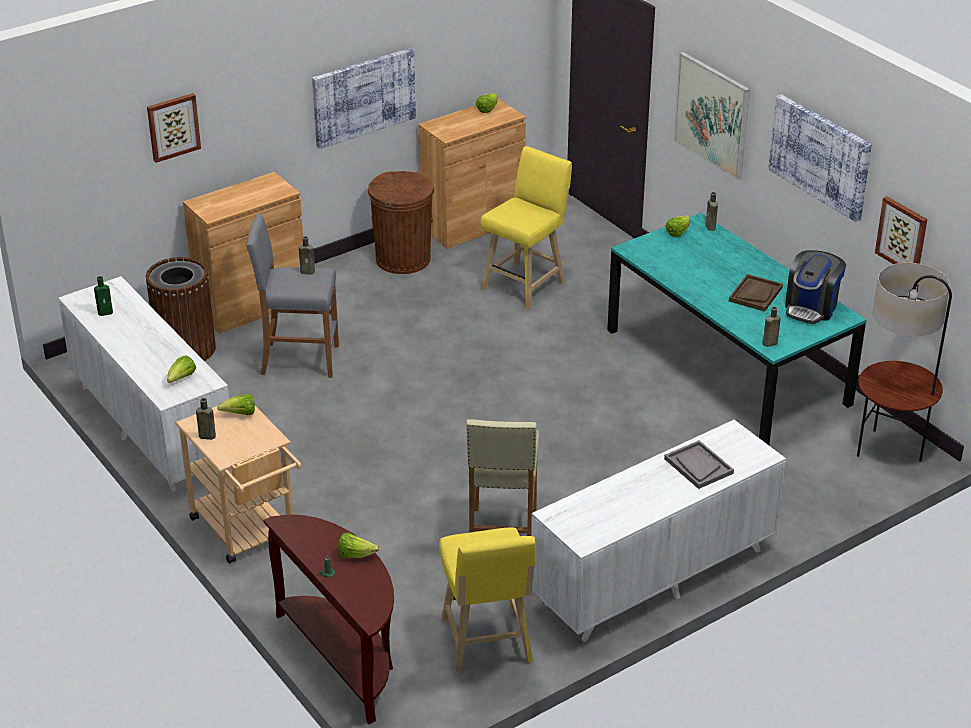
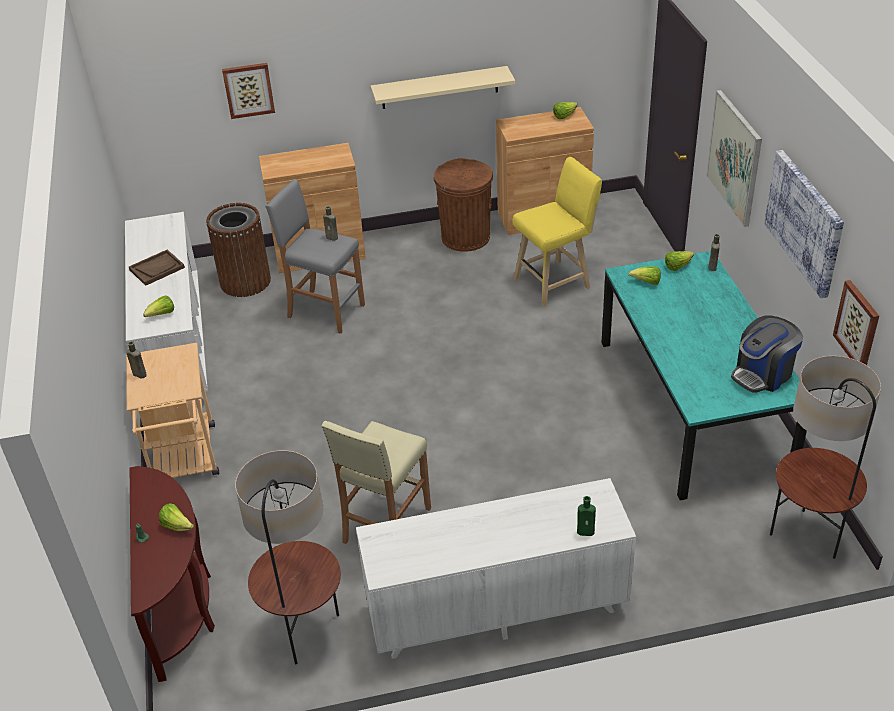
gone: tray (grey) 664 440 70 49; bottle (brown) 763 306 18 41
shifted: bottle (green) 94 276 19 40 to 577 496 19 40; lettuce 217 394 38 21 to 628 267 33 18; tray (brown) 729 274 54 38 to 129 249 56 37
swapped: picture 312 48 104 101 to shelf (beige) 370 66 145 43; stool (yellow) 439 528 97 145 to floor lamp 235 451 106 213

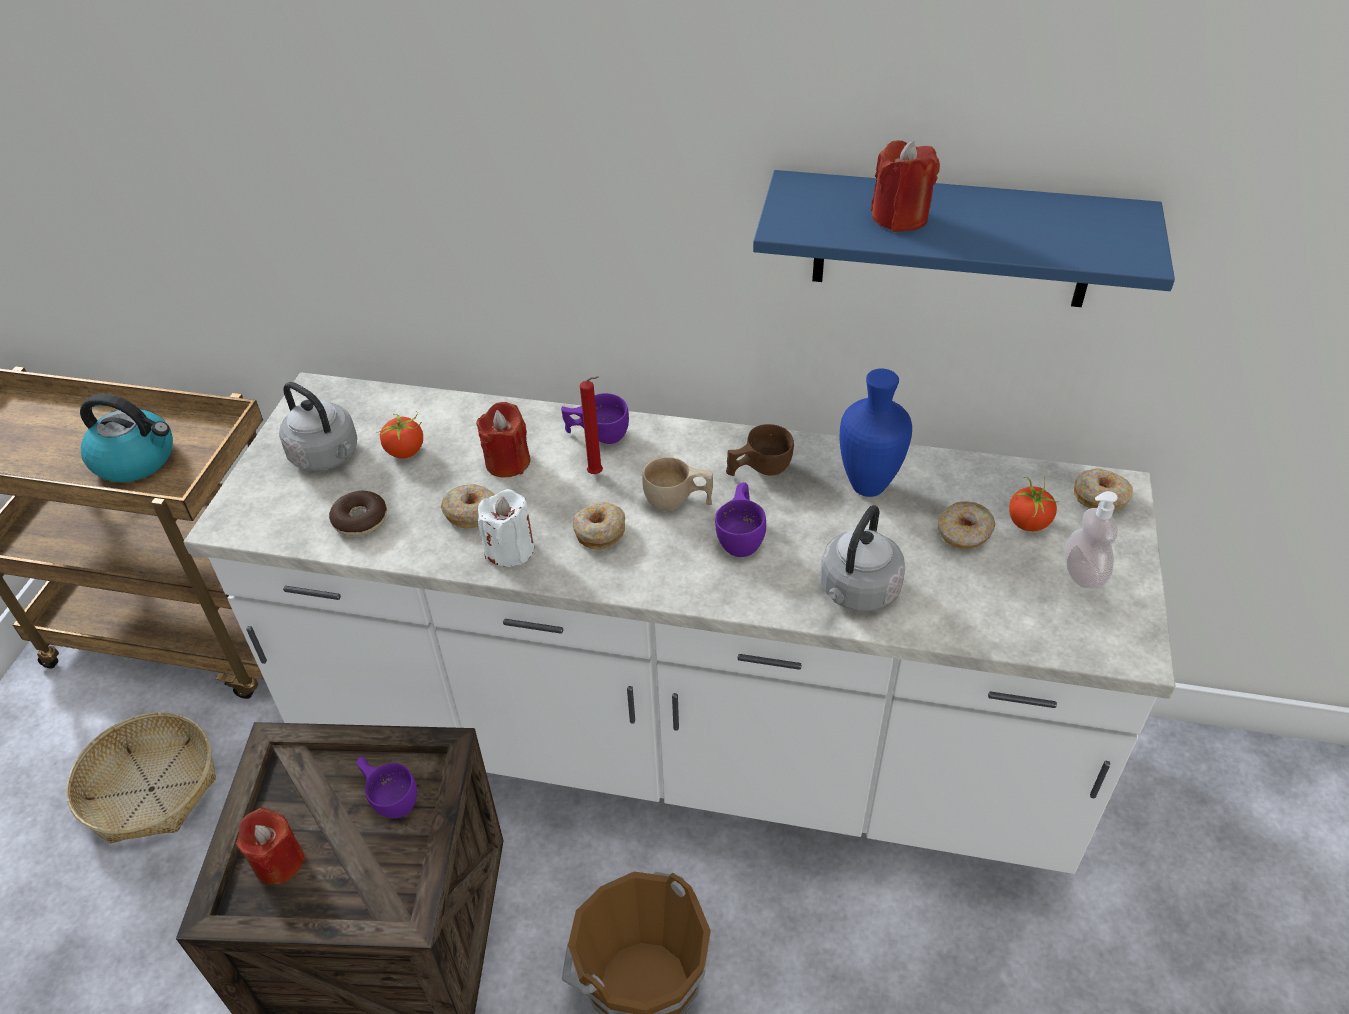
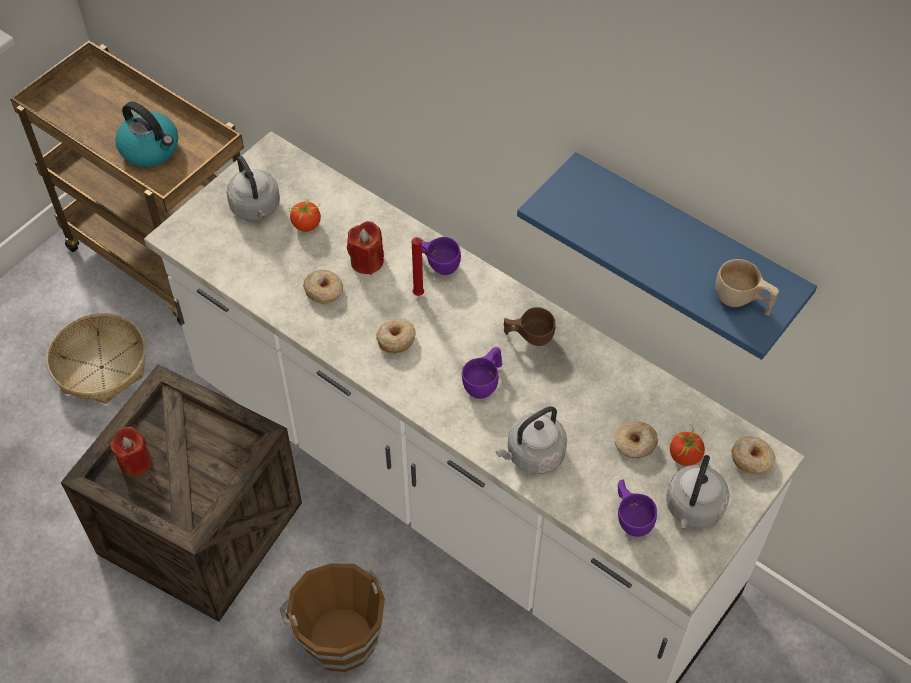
gone: donut 329 491 58 45; candle (white) 478 489 56 78; vase (blue) 840 368 72 129; candle (red) 871 141 69 91
shifted: cup (purple) 357 756 60 62 to 618 480 39 57; cup (beige) 642 457 71 54 to 716 259 63 57
swapped: soap dispenser 1065 491 53 98 to kettle (grey) 666 455 63 73

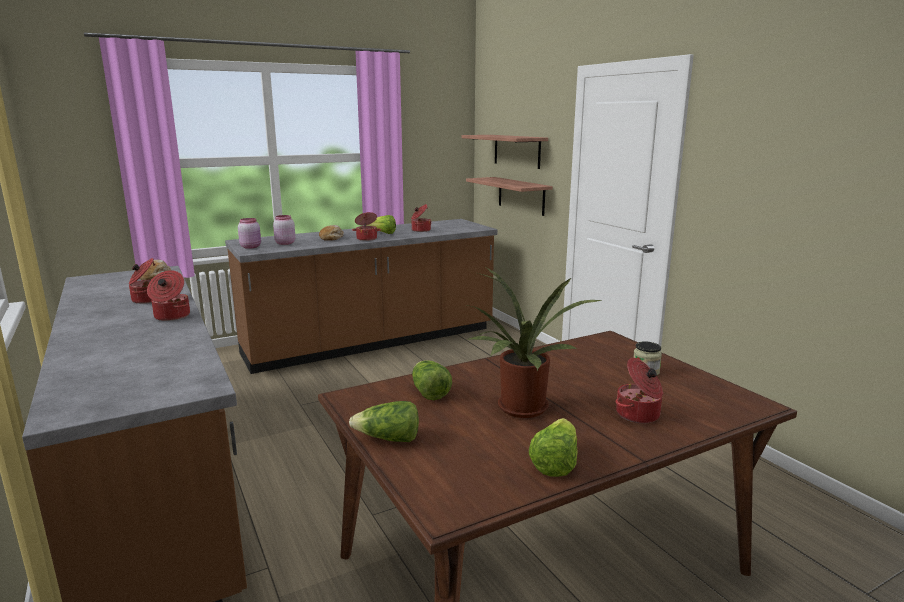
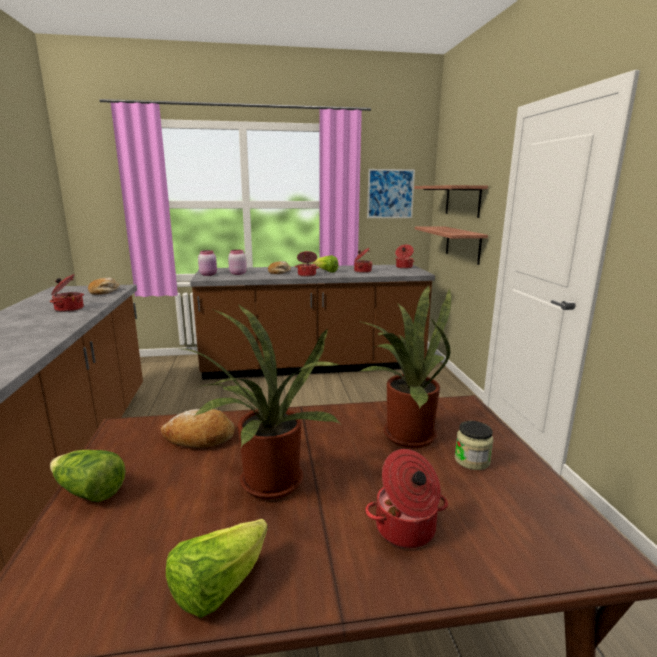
new: potted plant 358 286 93 162; picture 367 169 48 49
shifted: cooking pot 147 270 43 51 to 395 245 19 24
swapped: lettuce 412 361 40 39 to bread 161 409 74 39

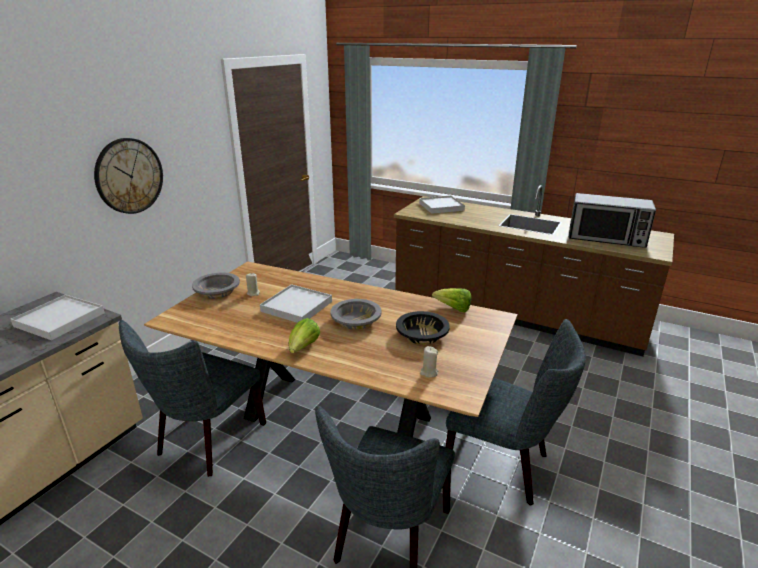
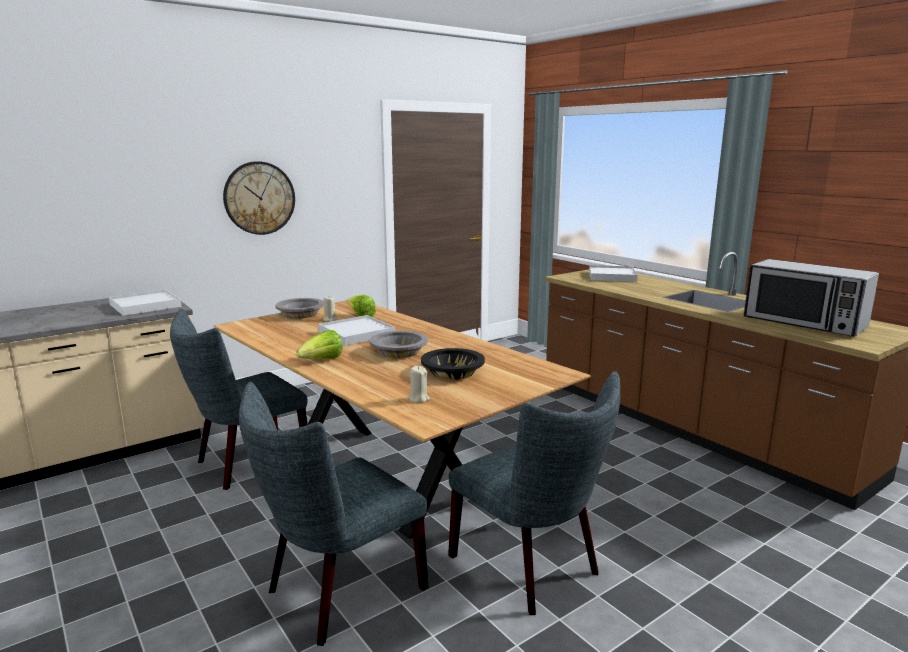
shifted: lettuce 432 288 39 24 to 346 295 30 22

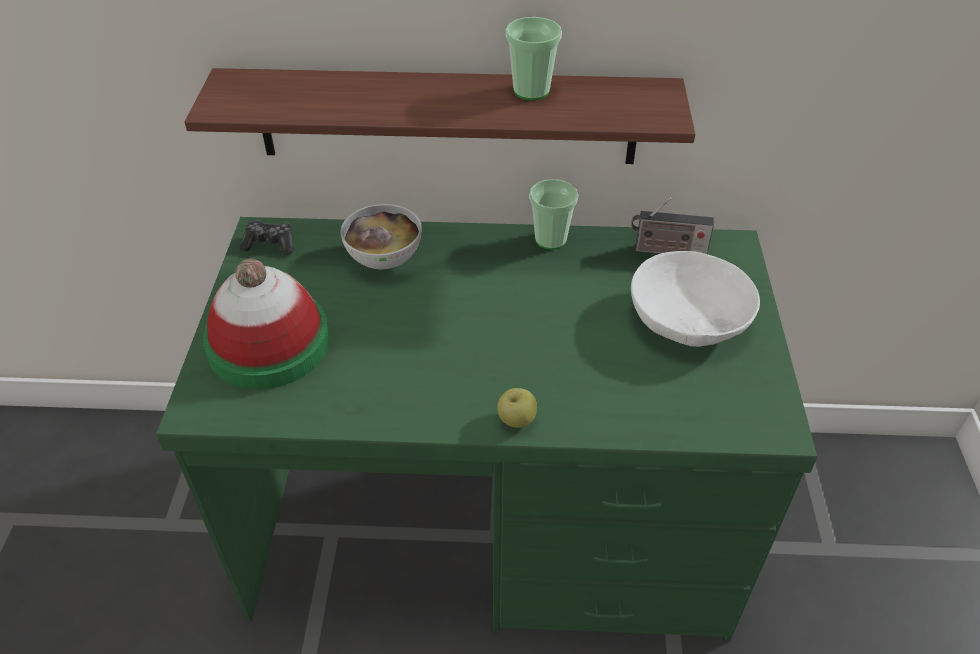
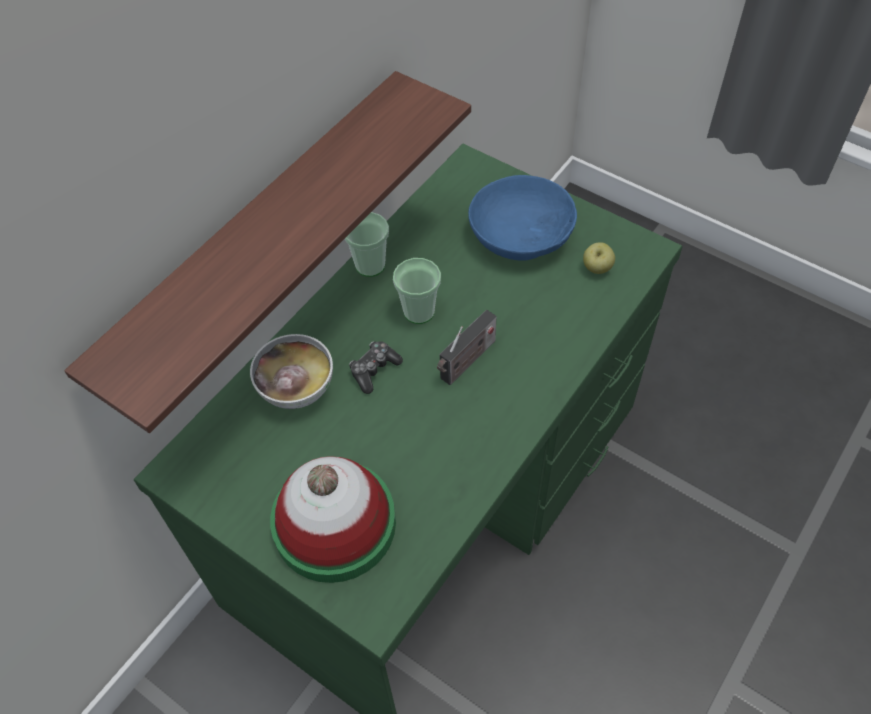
shifted: game controller 240 220 53 35 to 349 341 54 53; apple 497 388 40 40 to 583 242 32 32; cup 506 17 56 83 to 393 258 48 66; radio 631 198 83 56 to 437 310 60 75
repainted: bowl (white) 631 251 129 96 to bowl (blue) 468 175 109 86

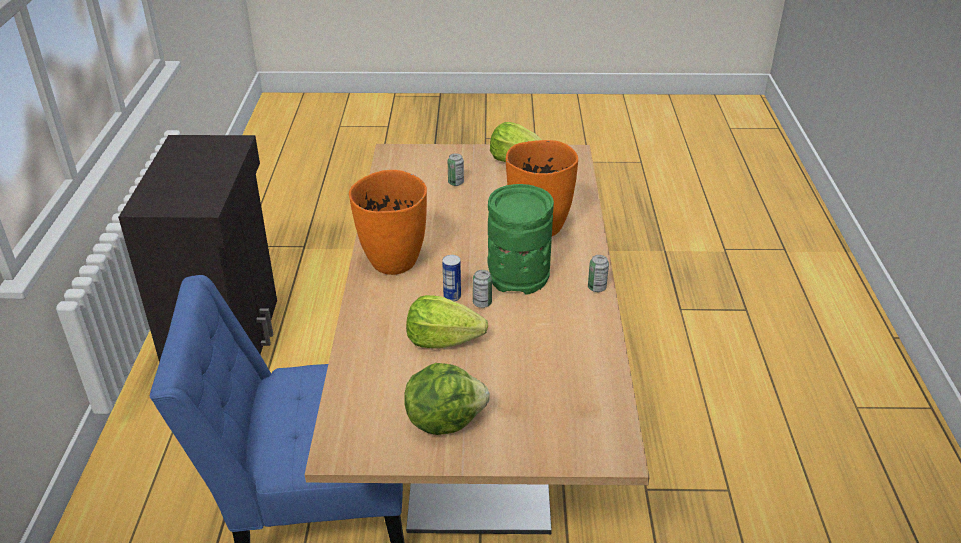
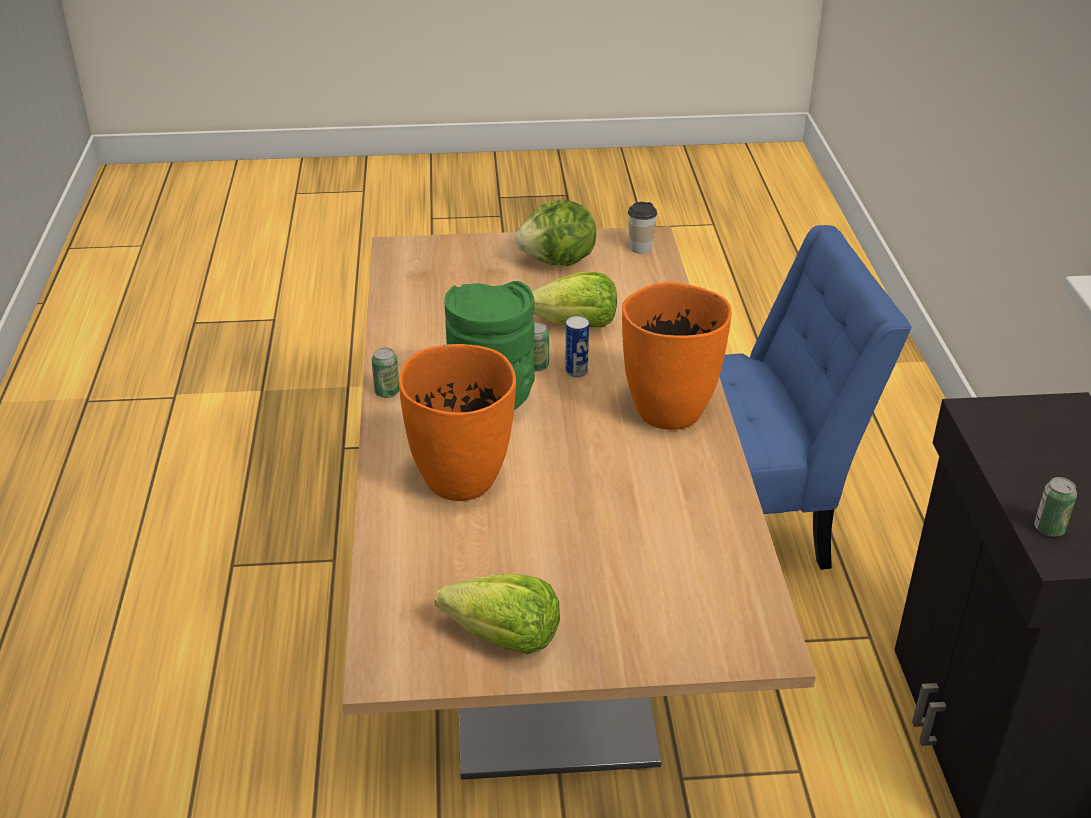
new: cup 628 202 29 52
shifted: can 448 153 16 33 to 1034 477 43 60

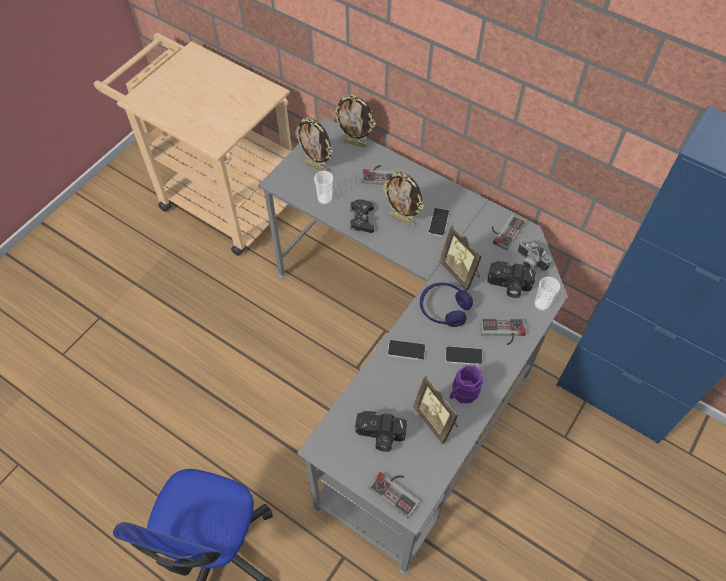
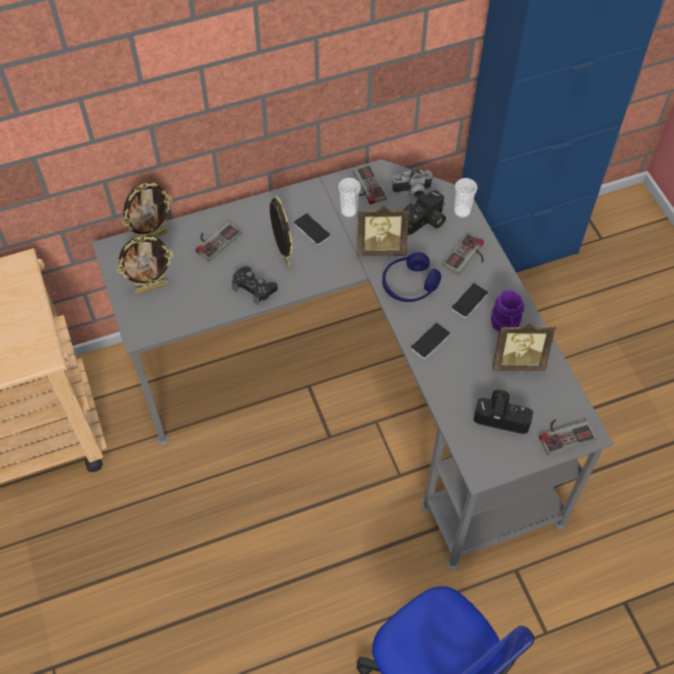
shifted: cup 314 171 19 34 to 338 178 23 40
rotated: photo camera 355 411 52 41 = 473 390 60 44 120 degrees counterclockwise; picture frame 382 172 42 54 = 270 196 23 71 90 degrees counterclockwise

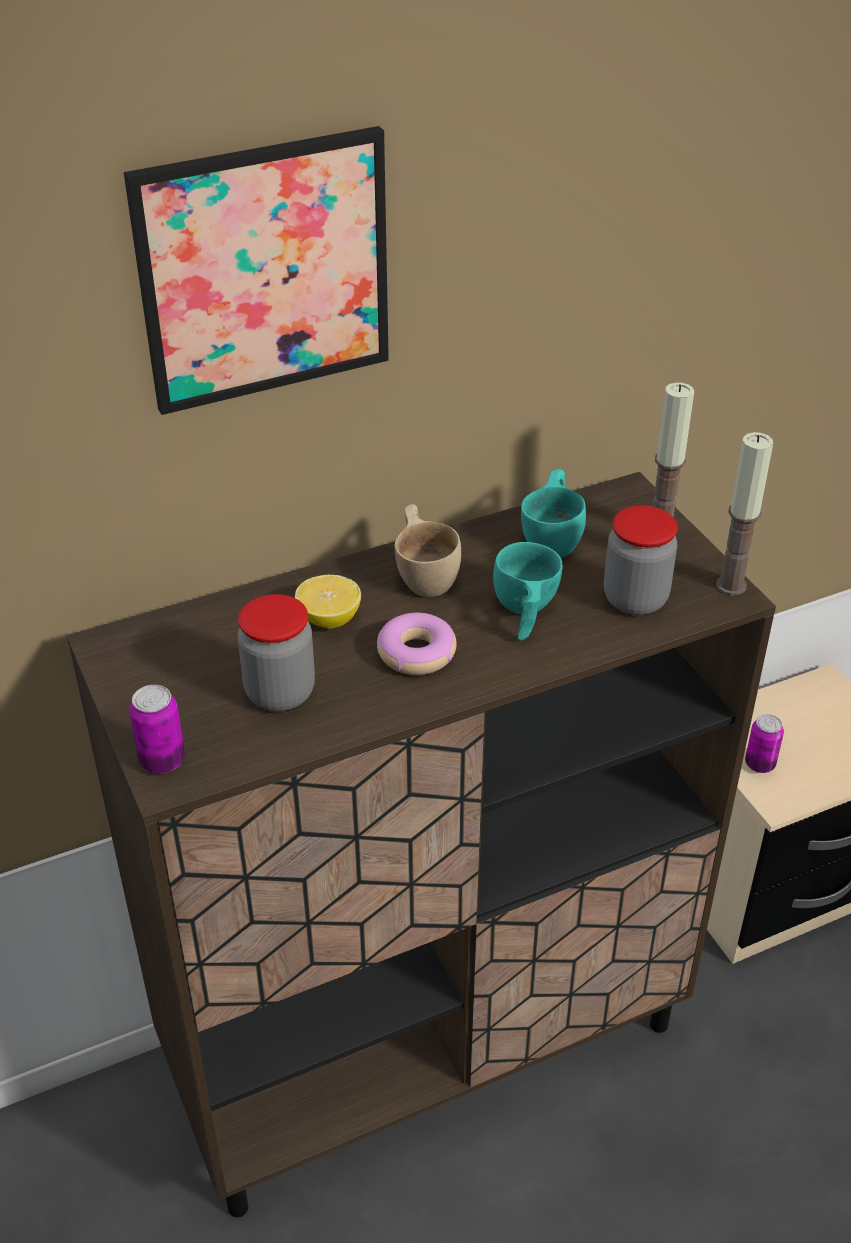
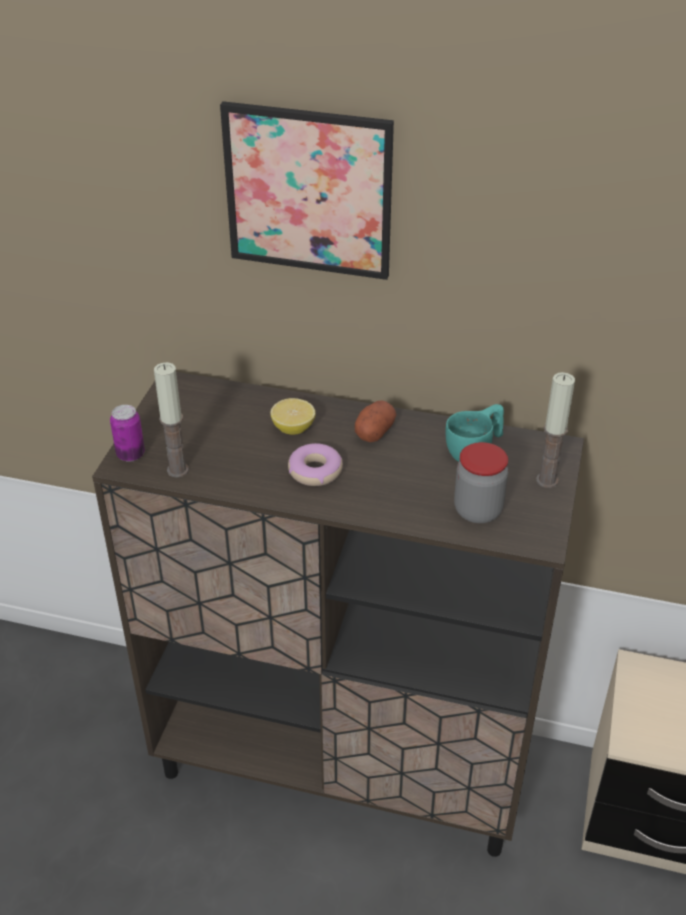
gone: jar 237 594 78 117; cup (turquoise) 493 542 70 98; can 745 714 39 59
shifted: candle 716 432 57 163 to 154 362 35 116
swapped: cup (beige) 395 504 66 93 to potato 355 400 41 42

